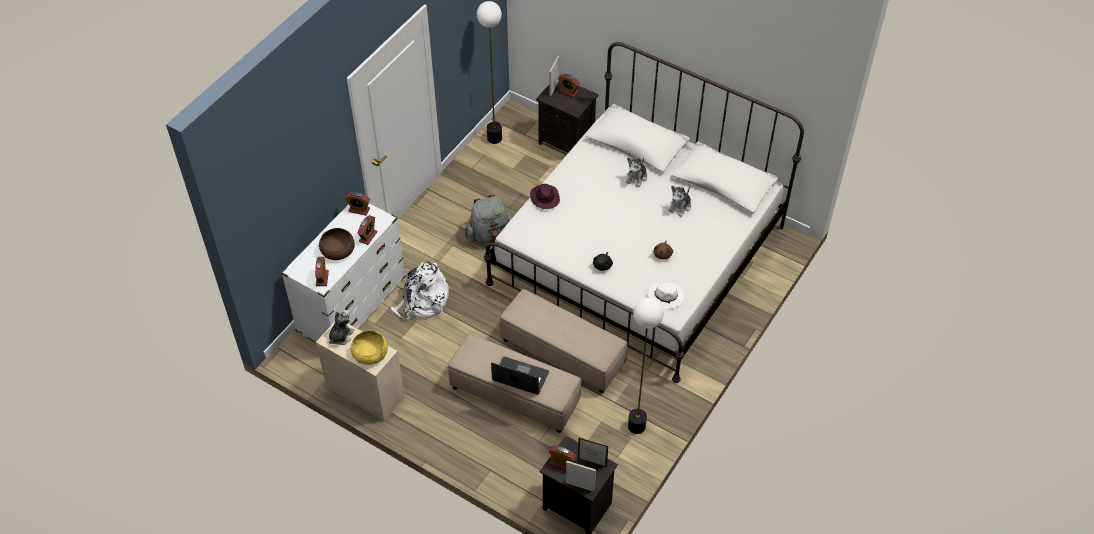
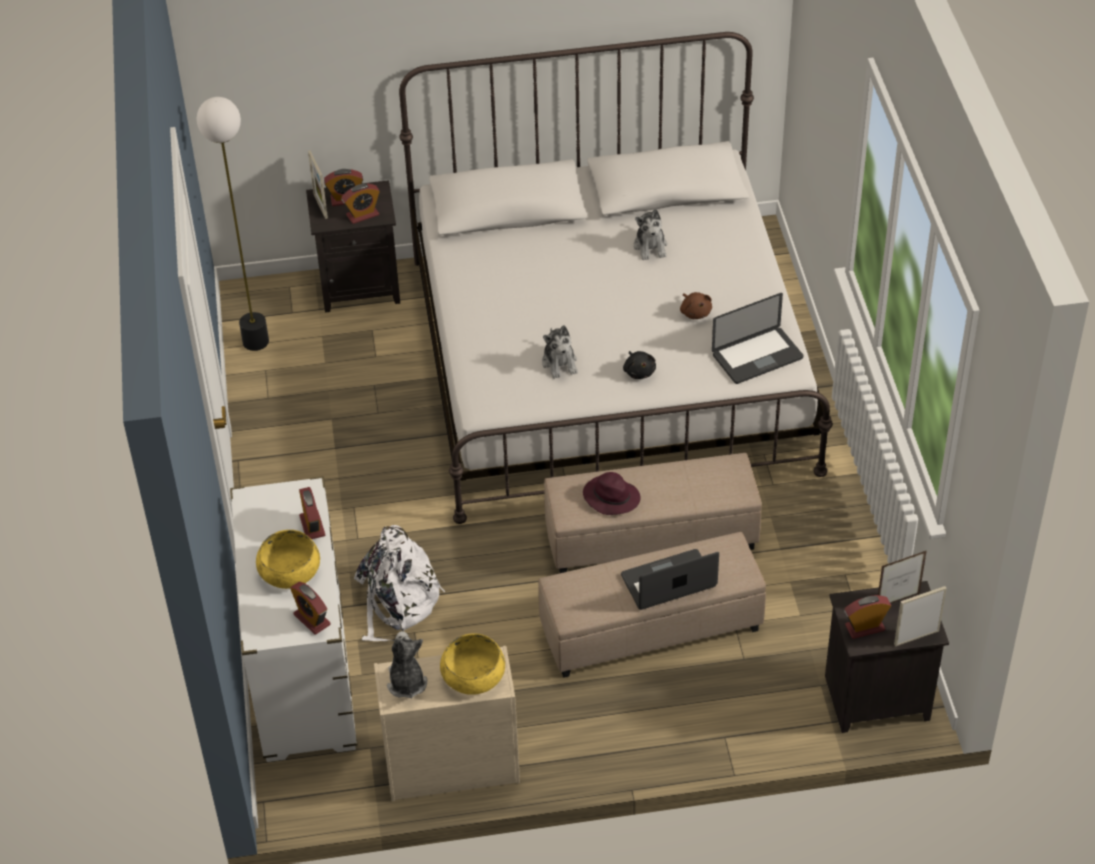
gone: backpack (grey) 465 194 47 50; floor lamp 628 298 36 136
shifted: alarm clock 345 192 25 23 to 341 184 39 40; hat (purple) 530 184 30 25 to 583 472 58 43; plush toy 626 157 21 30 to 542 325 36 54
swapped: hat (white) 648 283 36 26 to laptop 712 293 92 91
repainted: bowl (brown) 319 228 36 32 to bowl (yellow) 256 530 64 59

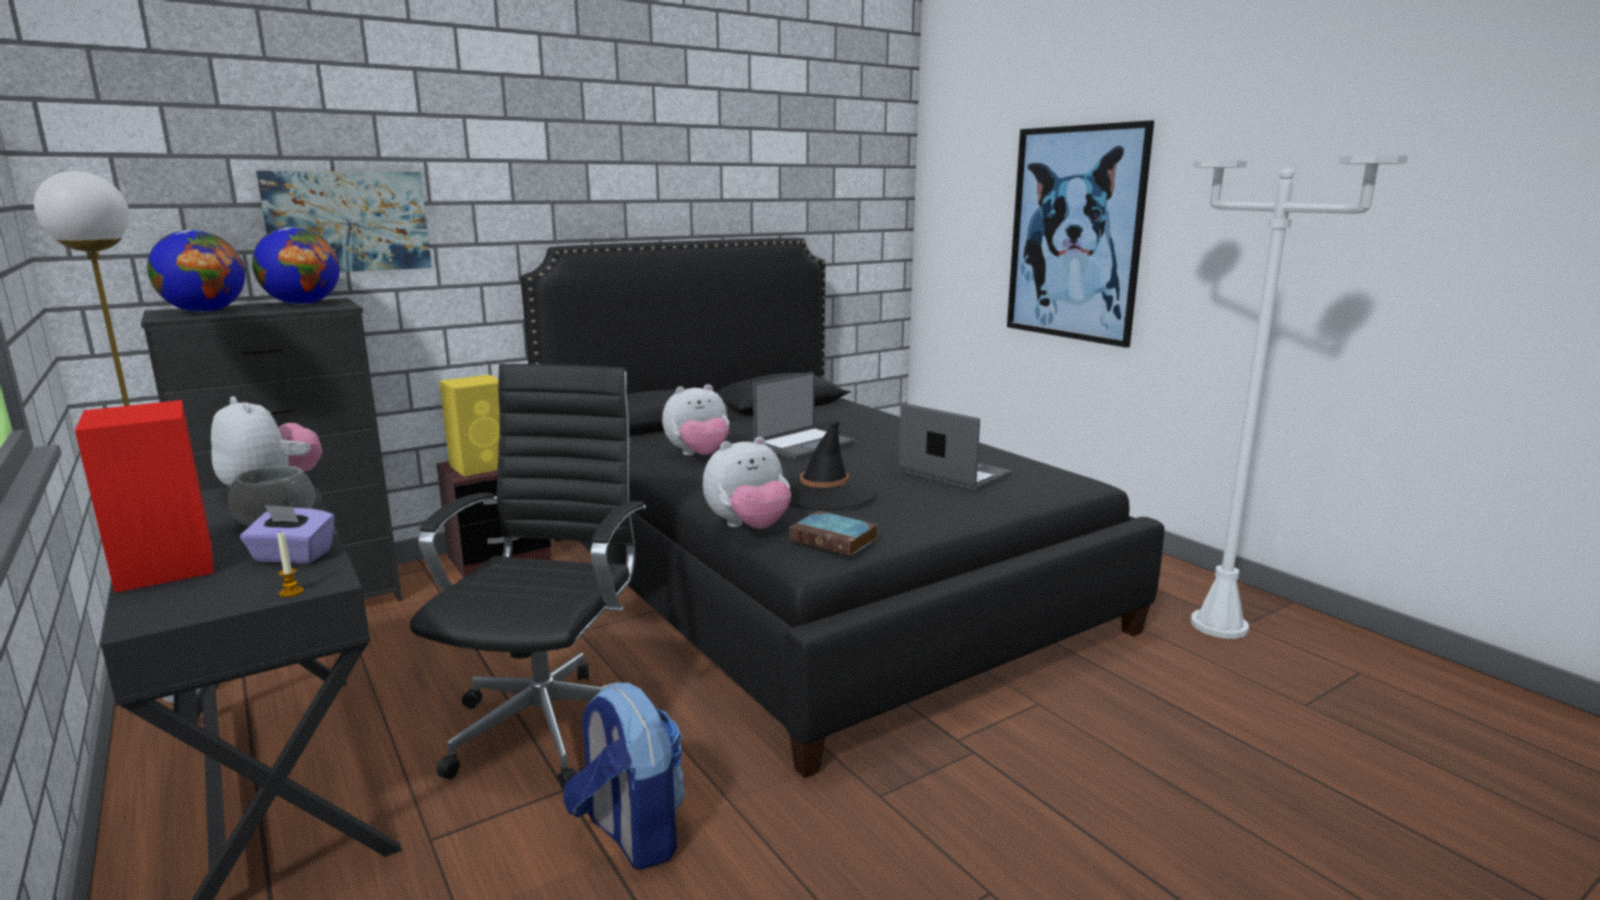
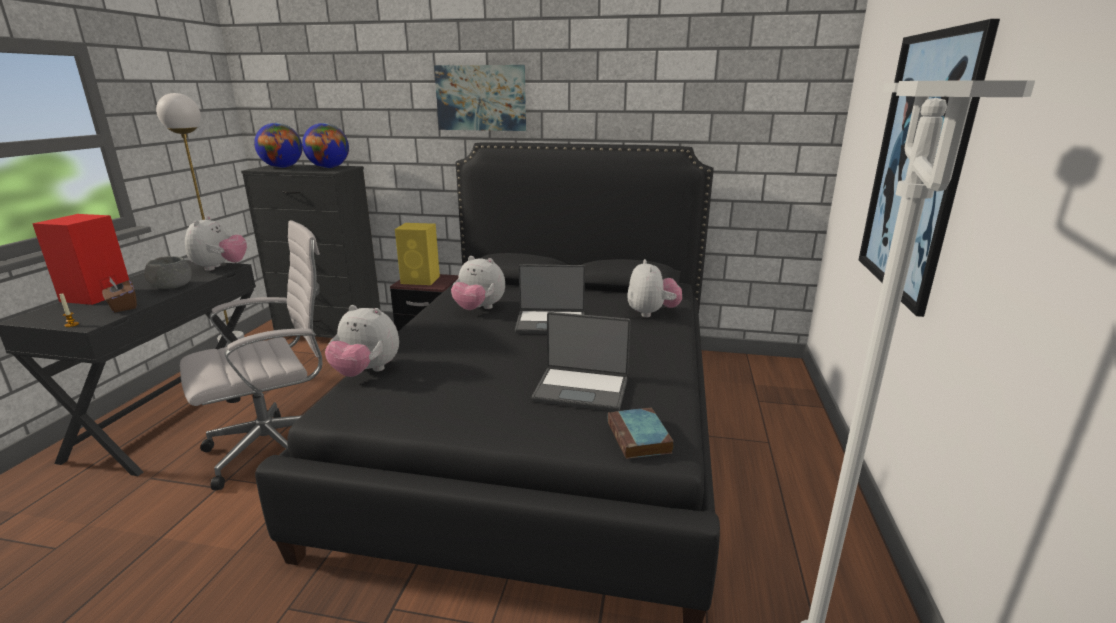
gone: backpack 563 683 122 187; hat (black) 786 422 90 88
new: plush toy 627 259 55 59
shifted: picture 256 171 176 101 to 434 65 92 66; book 789 511 88 45 to 608 408 66 51
repainted: tissue box (purple) 240 505 95 58 to tissue box (brown) 102 277 35 35; office chair (black) 410 364 236 426 to office chair (white) 180 220 142 270
rotated: laptop 899 403 113 88 = 532 312 99 100 105 degrees clockwise

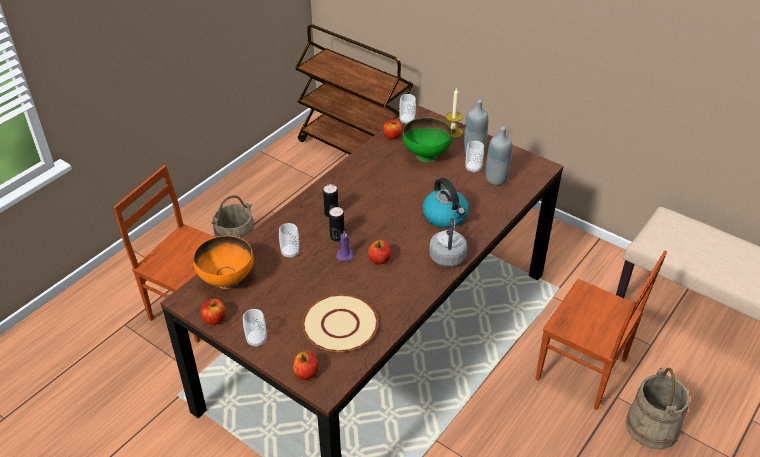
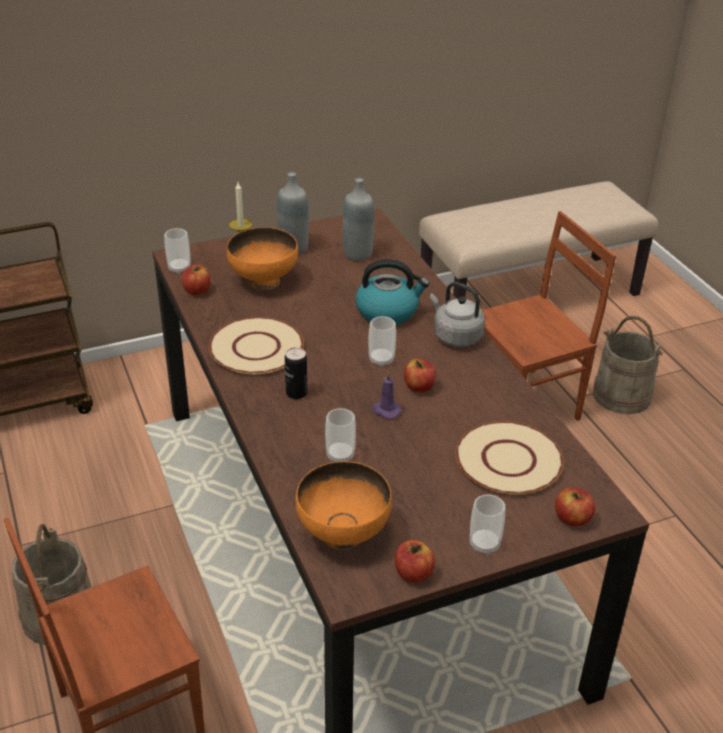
gone: can 329 207 15 34
new: plate (beige) 209 317 95 57
shifted: cup 466 141 18 32 to 369 316 27 51
repainted: bowl (green) 403 117 50 46 to bowl (orange) 227 227 71 63

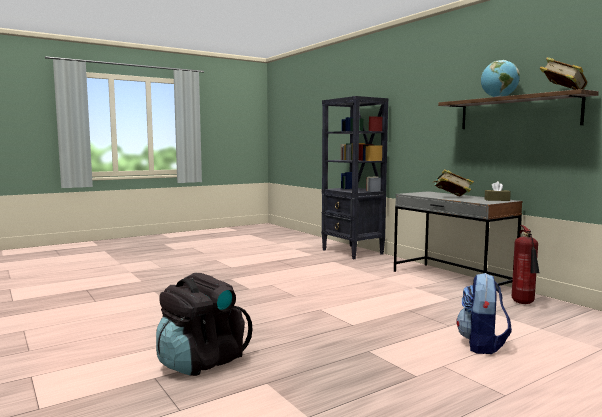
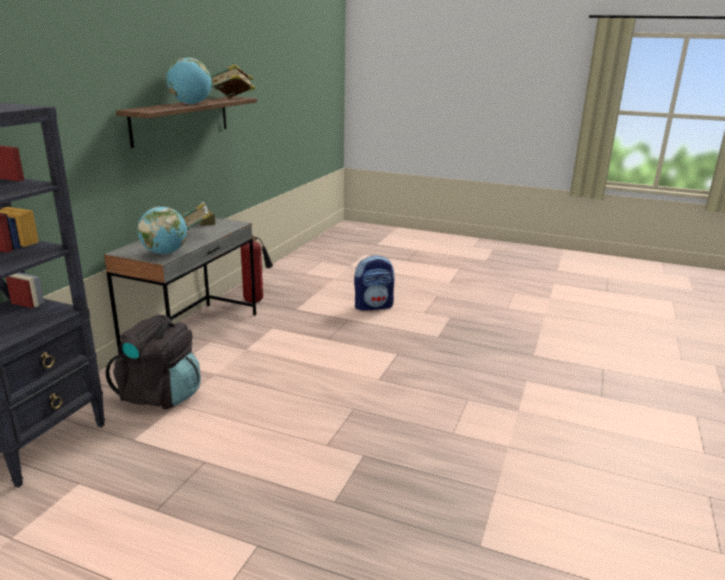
new: globe 137 207 50 48
shifted: backpack (black) 156 273 97 103 to 106 315 95 94

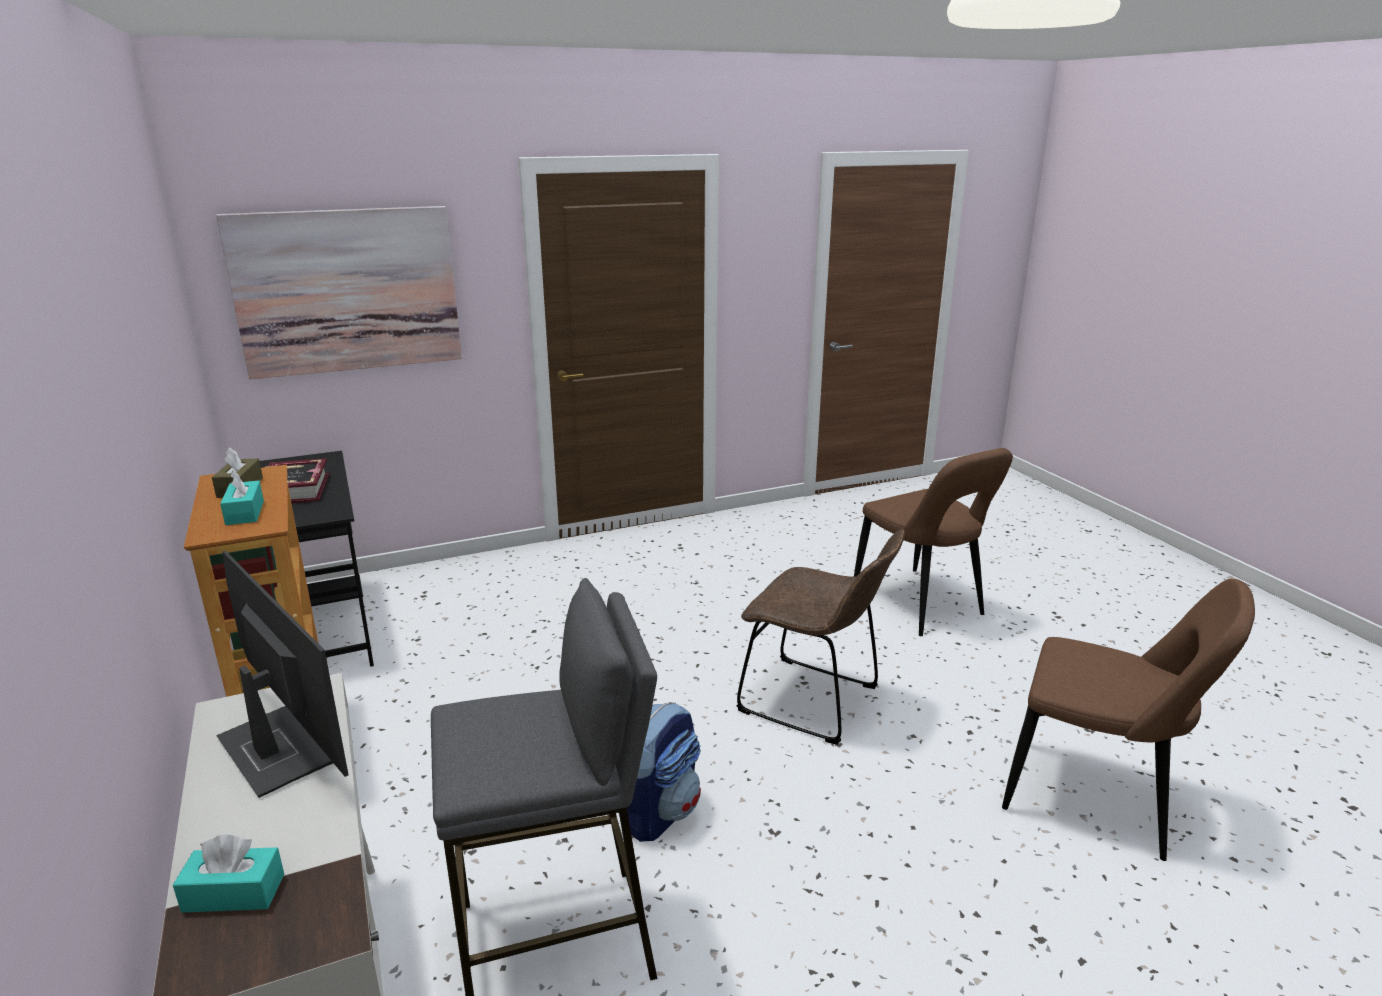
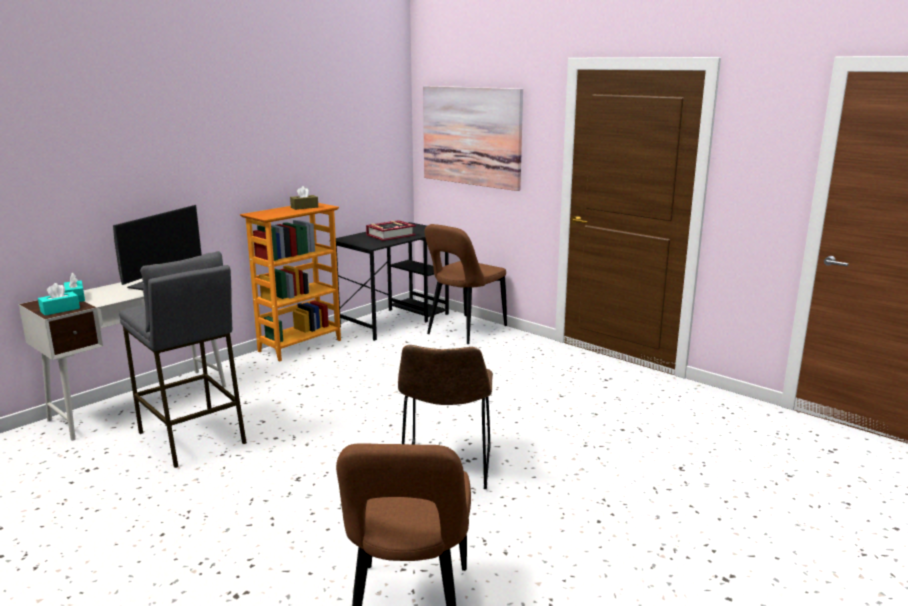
gone: backpack 627 703 74 139
shifted: tissue box (turquoise) 220 470 44 55 to 38 283 42 33; chair (brown) 854 448 159 188 to 424 224 83 120

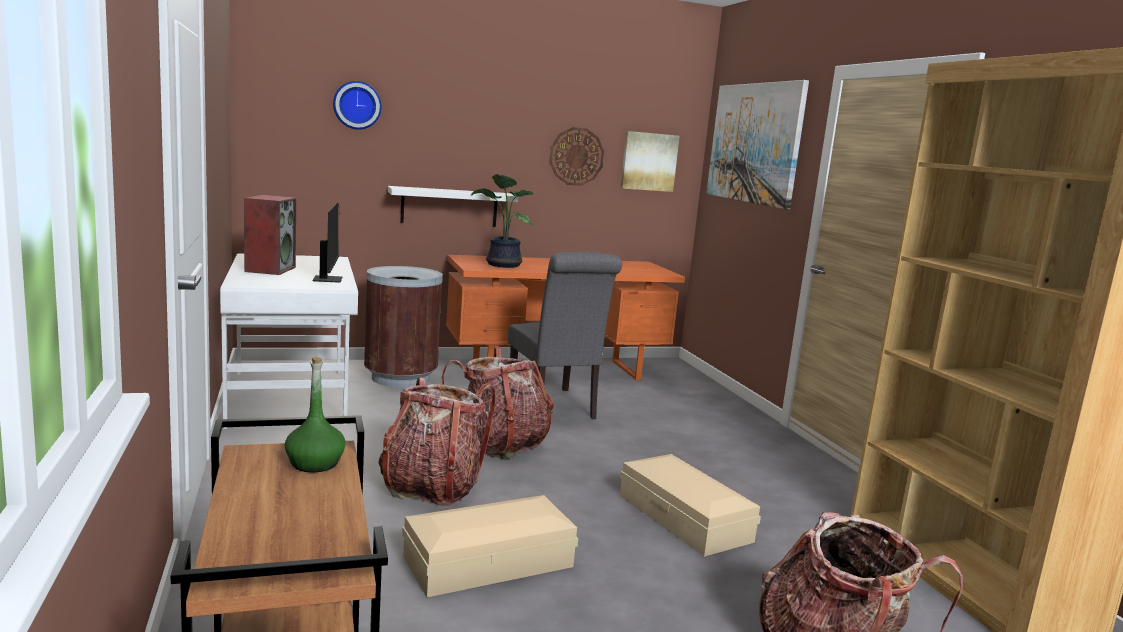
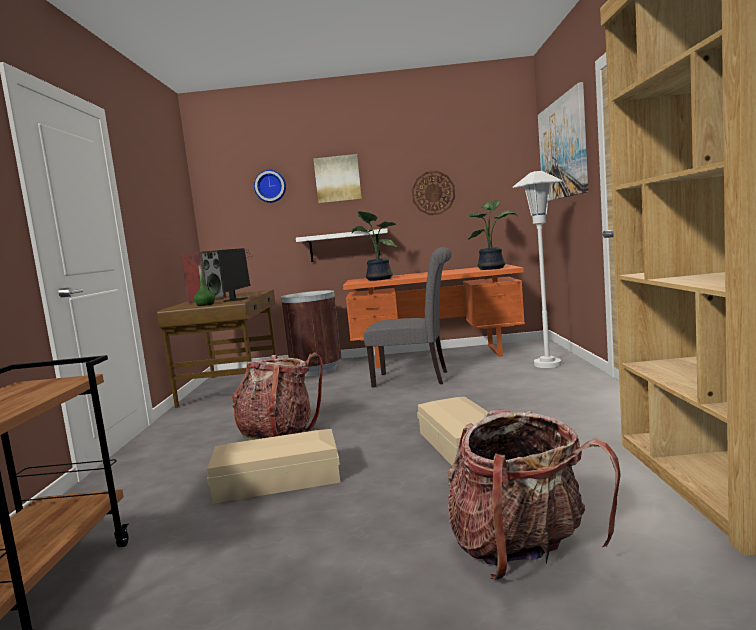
gone: backpack 441 346 113 113
new: potted plant 468 200 50 70; floor lamp (white) 513 171 49 197
shifted: bottle (green) 285 357 61 115 to 194 265 21 41; picture 621 131 59 61 to 313 154 49 49
repainted: desk (white) 220 253 138 176 to desk (brown) 157 290 120 118
rotated: chair (grey) 508 252 114 167 = 364 247 88 140 75 degrees counterclockwise

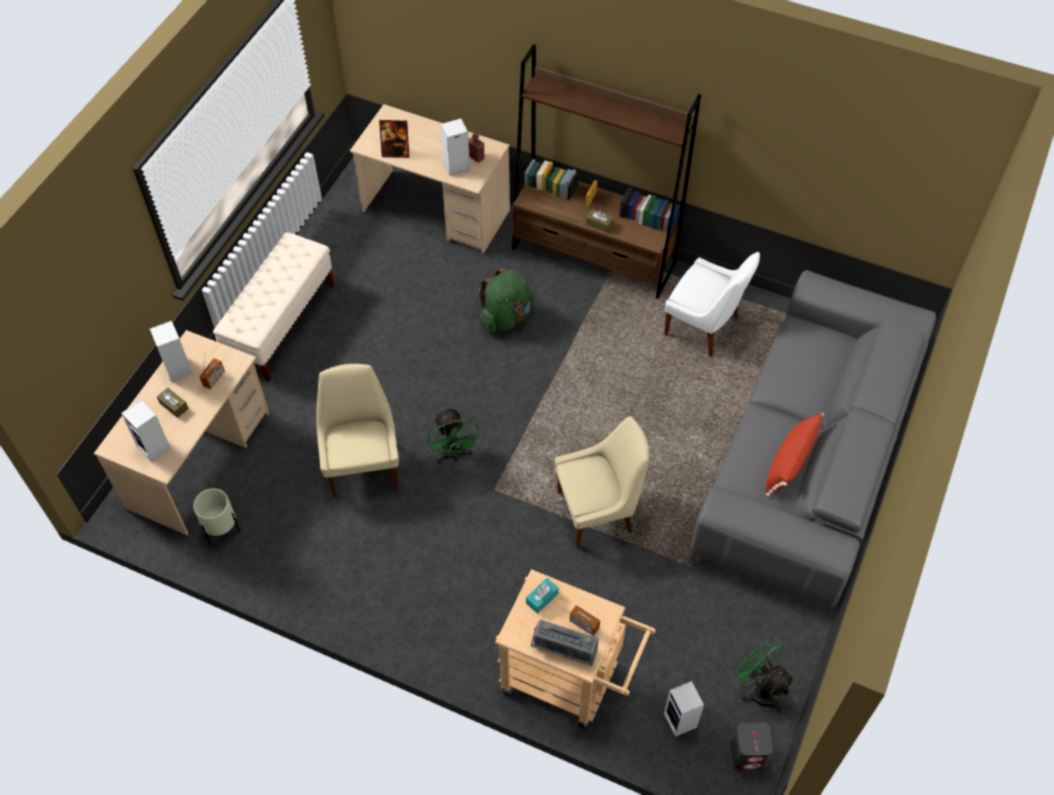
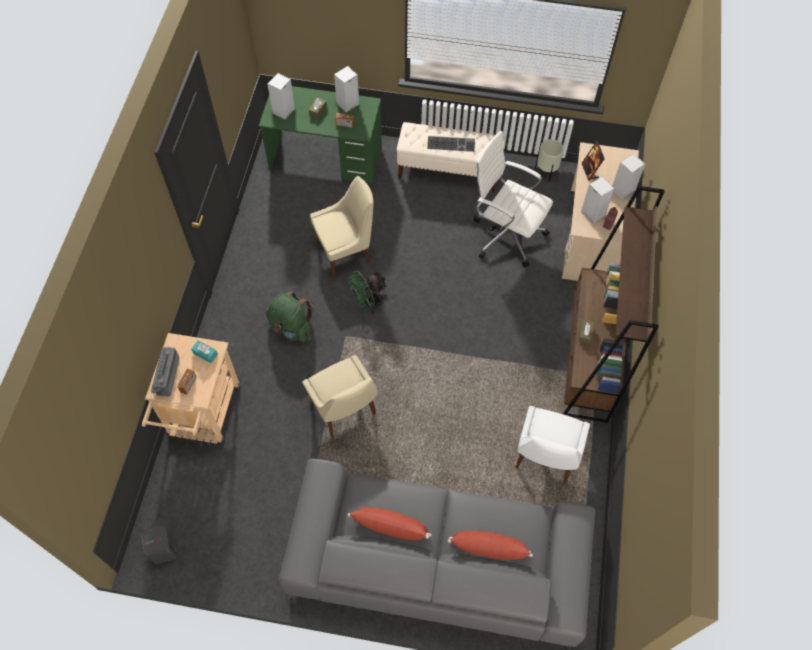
gone: fan (green) 732 636 63 77
new: keyboard 427 136 48 16; pillow (red) 448 531 85 29; office chair (white) 474 131 79 136
shifted: planter (beige) 193 488 47 56 to 535 139 29 43; backpack (green) 479 268 56 65 to 266 291 47 51; speaker 664 681 40 56 to 612 154 33 46
repainted: desk (beige) 94 330 175 205 to desk (green) 259 86 123 100

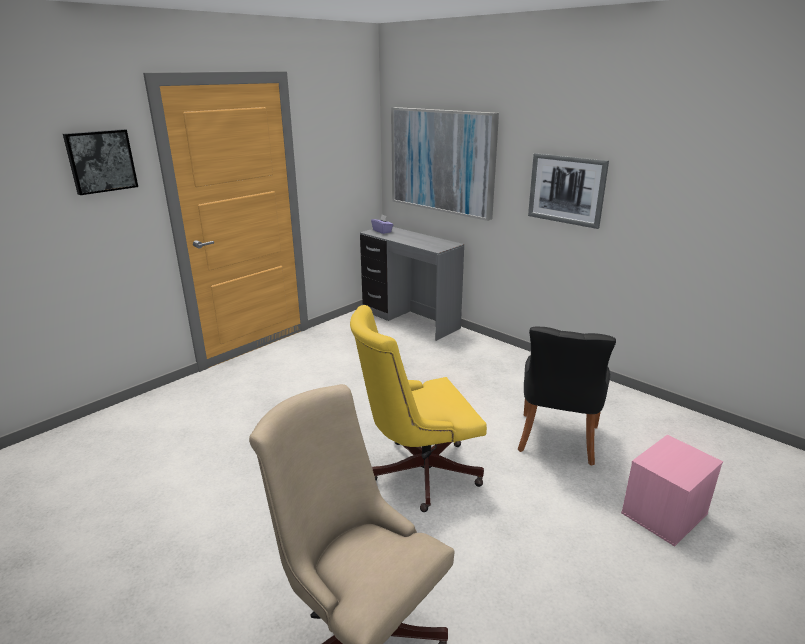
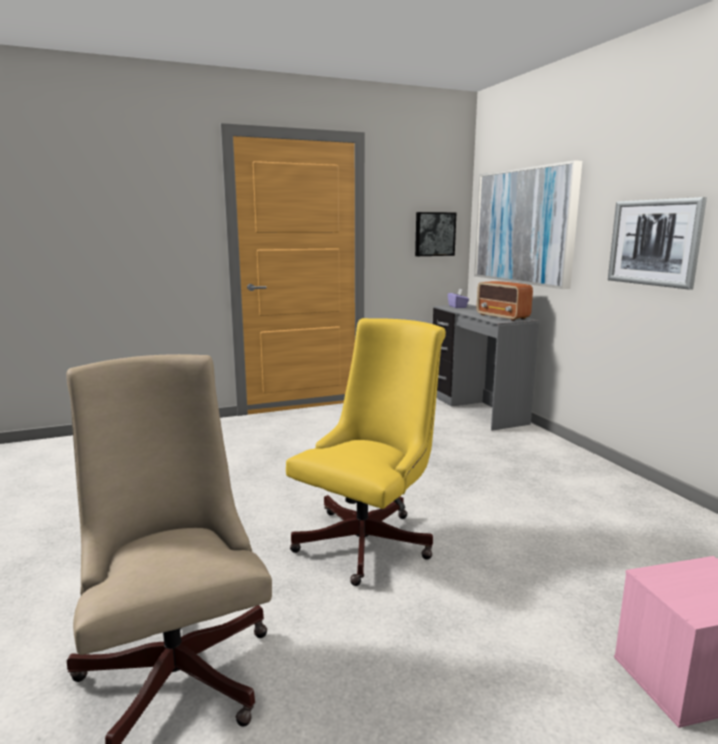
gone: chair (black) 517 326 99 140
new: radio 477 281 56 40
shifted: picture 63 129 75 66 to 415 212 41 44
rotated: office chair (yellow) 350 305 137 207 = 286 318 160 268 120 degrees clockwise

